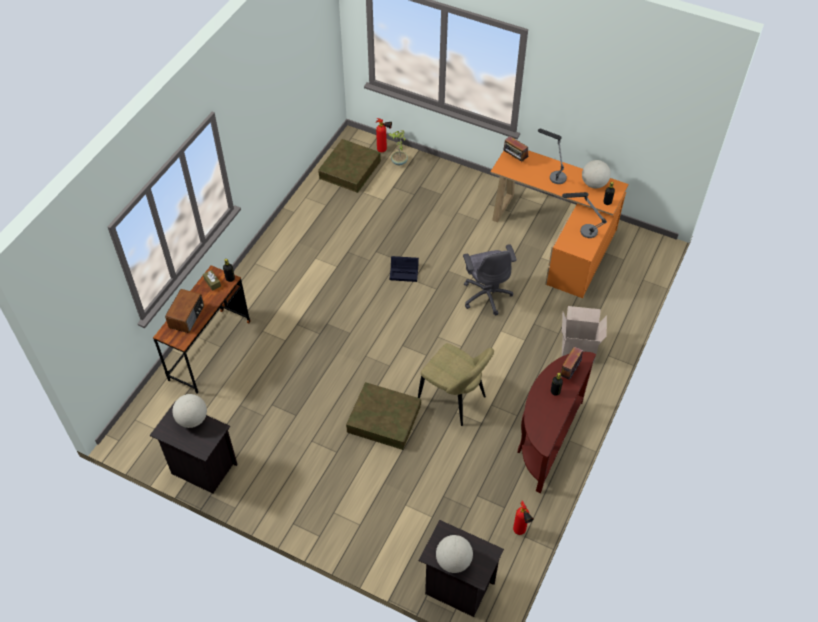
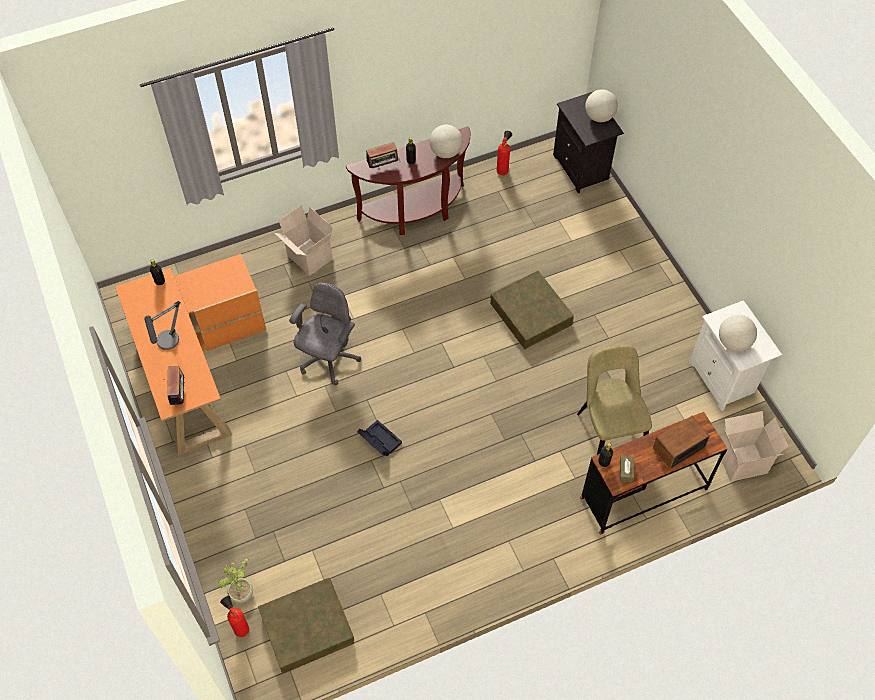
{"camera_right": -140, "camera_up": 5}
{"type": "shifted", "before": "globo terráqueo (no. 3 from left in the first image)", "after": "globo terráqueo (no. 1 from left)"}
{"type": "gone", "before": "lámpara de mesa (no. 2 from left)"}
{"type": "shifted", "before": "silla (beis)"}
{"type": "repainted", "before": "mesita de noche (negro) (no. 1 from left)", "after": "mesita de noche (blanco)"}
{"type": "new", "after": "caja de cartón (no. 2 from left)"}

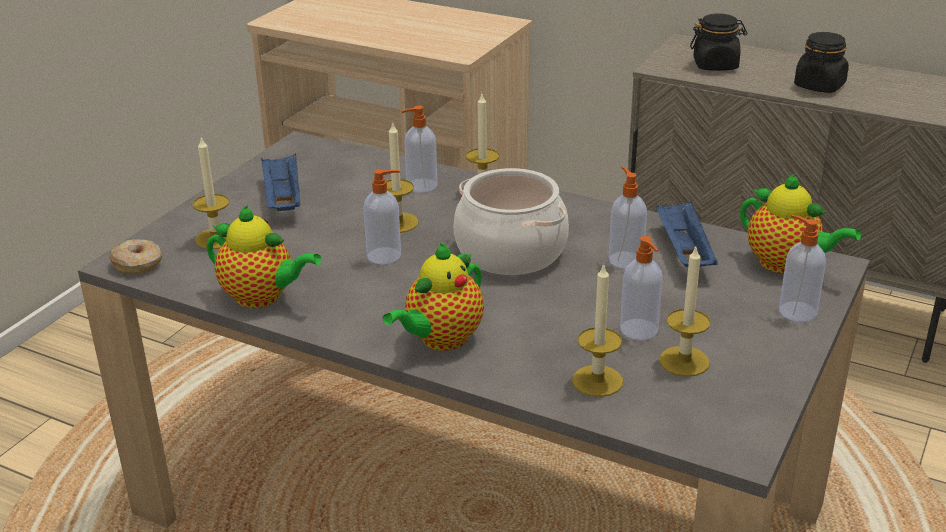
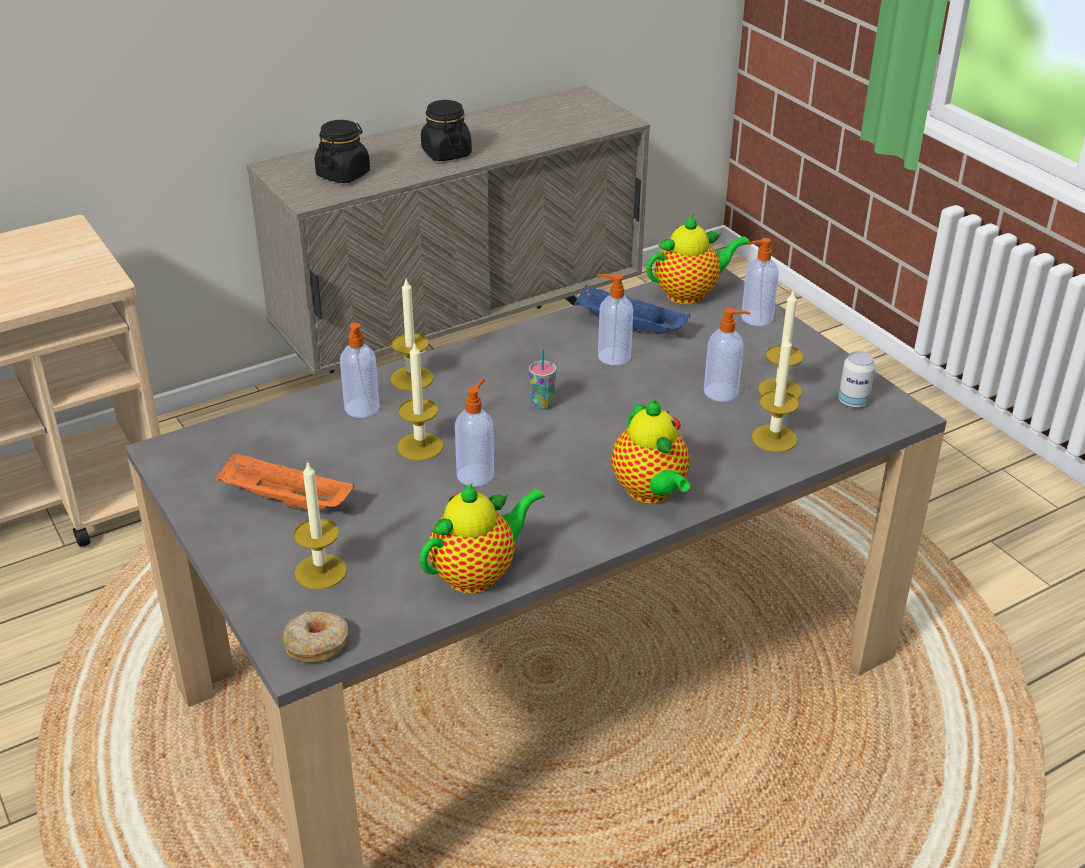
{"camera_right": -60, "camera_up": 5}
{"type": "repainted", "before": "bandeja (azul) (no. 1 from left)", "after": "bandeja (naranja)"}
{"type": "swapped", "before": "olla", "after": "taza"}
{"type": "new", "after": "lata"}

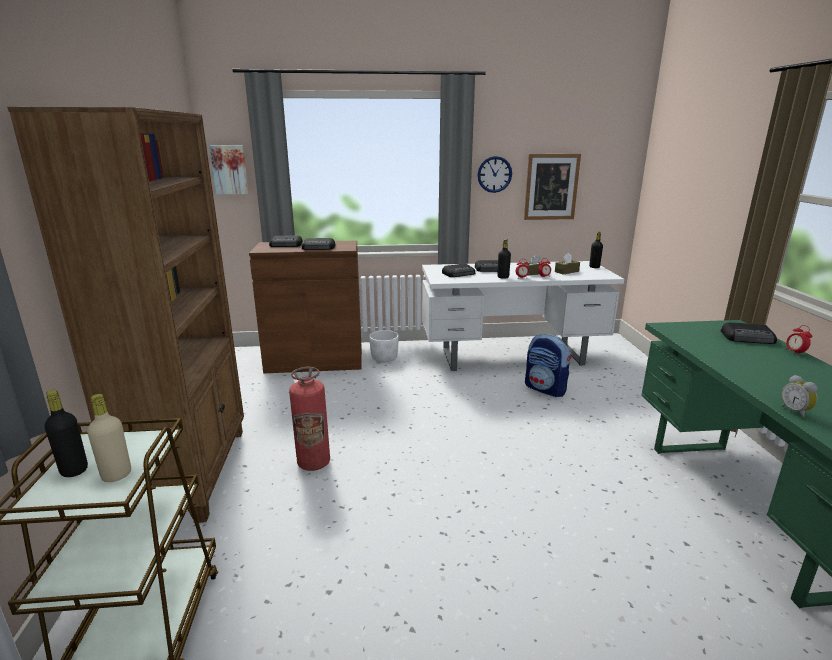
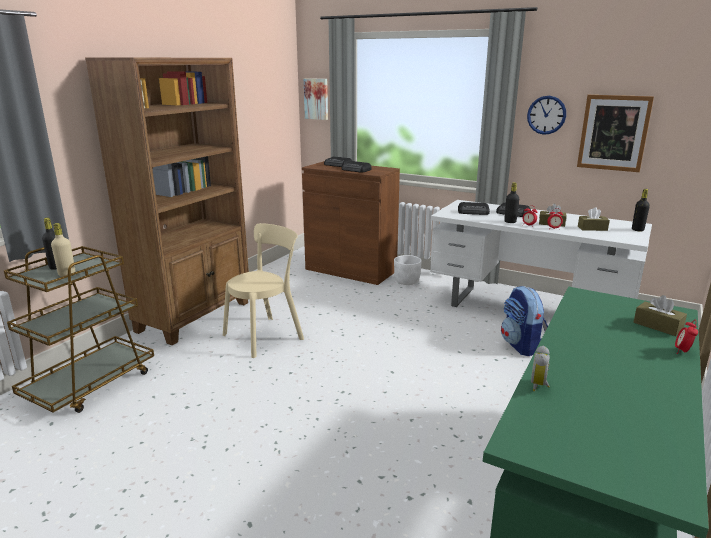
{"camera_right": 35, "camera_up": 0}
{"type": "swapped", "before": "radio (no. 5 from left)", "after": "caja de pañuelos (marrón) (no. 3 from left)"}
{"type": "swapped", "before": "extintor", "after": "silla (beis)"}

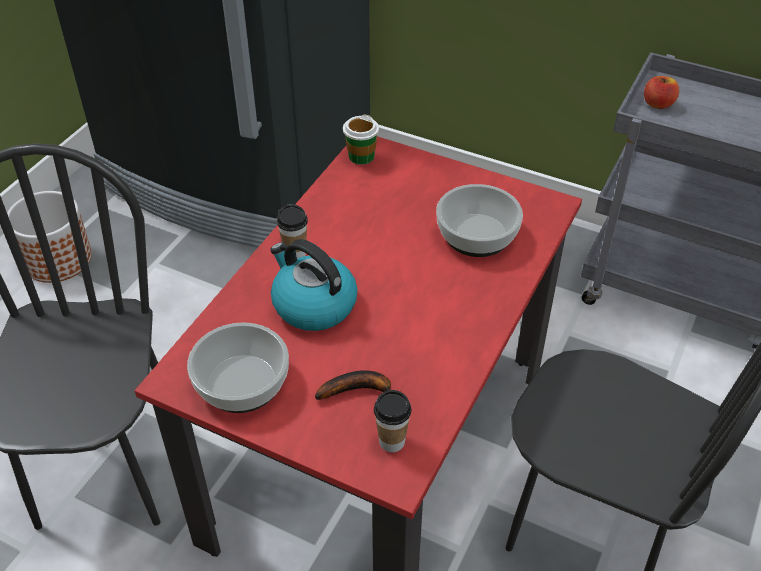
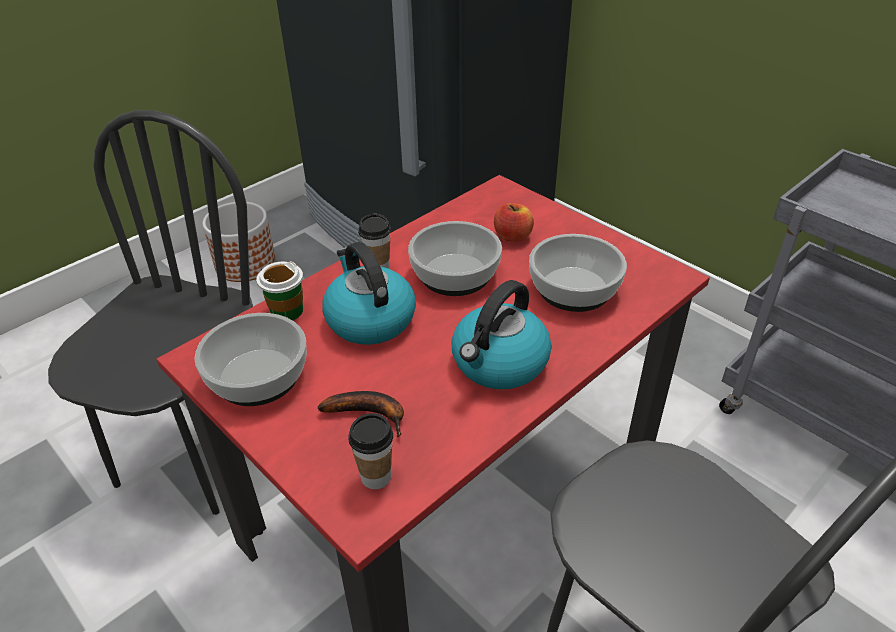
{"camera_right": 20, "camera_up": -5}
{"type": "shifted", "before": "manzana"}
{"type": "shifted", "before": "taza (no. 2 from left in the first image)", "after": "taza (no. 1 from left)"}
{"type": "new", "after": "cuenco (no. 2 from left)"}
{"type": "new", "after": "hervidor (no. 2 from left)"}

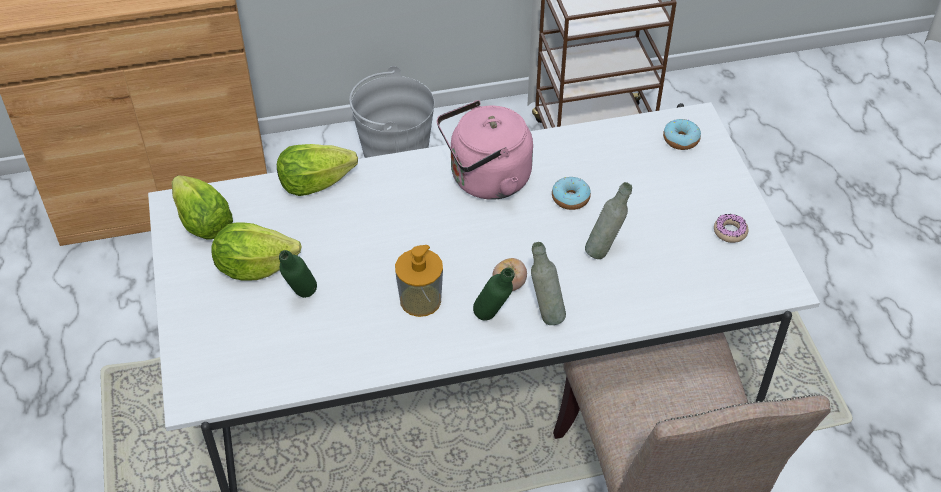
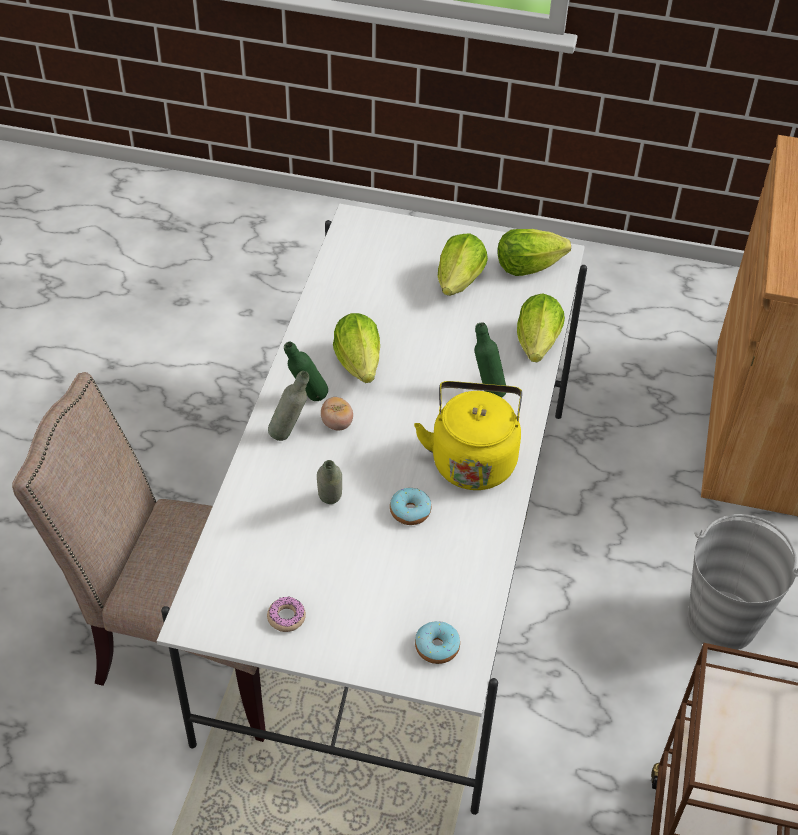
{"camera_right": 115, "camera_up": 0}
{"type": "repainted", "before": "hervidor (rosa)", "after": "hervidor (amarillo)"}
{"type": "swapped", "before": "dispensador de jabón", "after": "lechuga (no. 1 from left)"}
{"type": "shifted", "before": "botella (verde) (no. 1 from left in the first image)", "after": "botella (verde) (no. 2 from left)"}

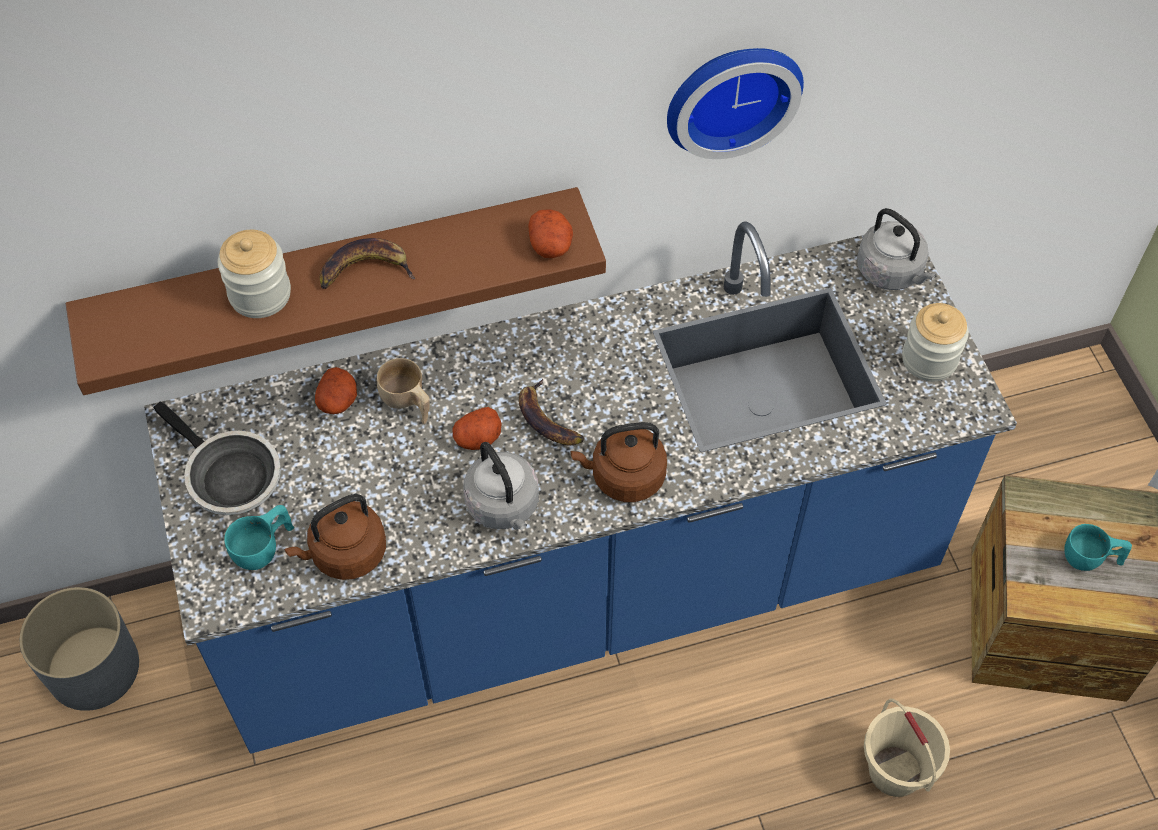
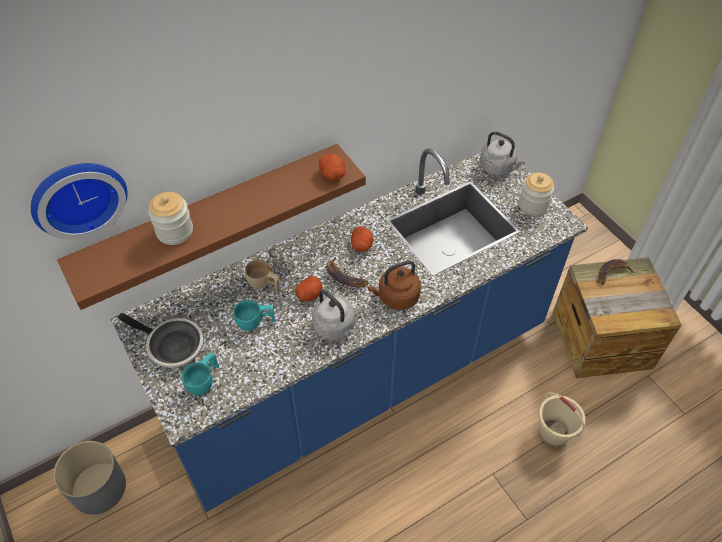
{"camera_right": -15, "camera_up": -5}
{"type": "shifted", "before": "reloj de pared"}
{"type": "shifted", "before": "plátano (no. 1 from left in the first image)", "after": "plátano (no. 2 from left)"}
{"type": "shifted", "before": "patata (no. 1 from left in the first image)", "after": "patata (no. 3 from left)"}
{"type": "gone", "before": "hervidor (marrón) (no. 1 from left)"}
{"type": "shifted", "before": "taza (turquesa) (no. 2 from left)"}

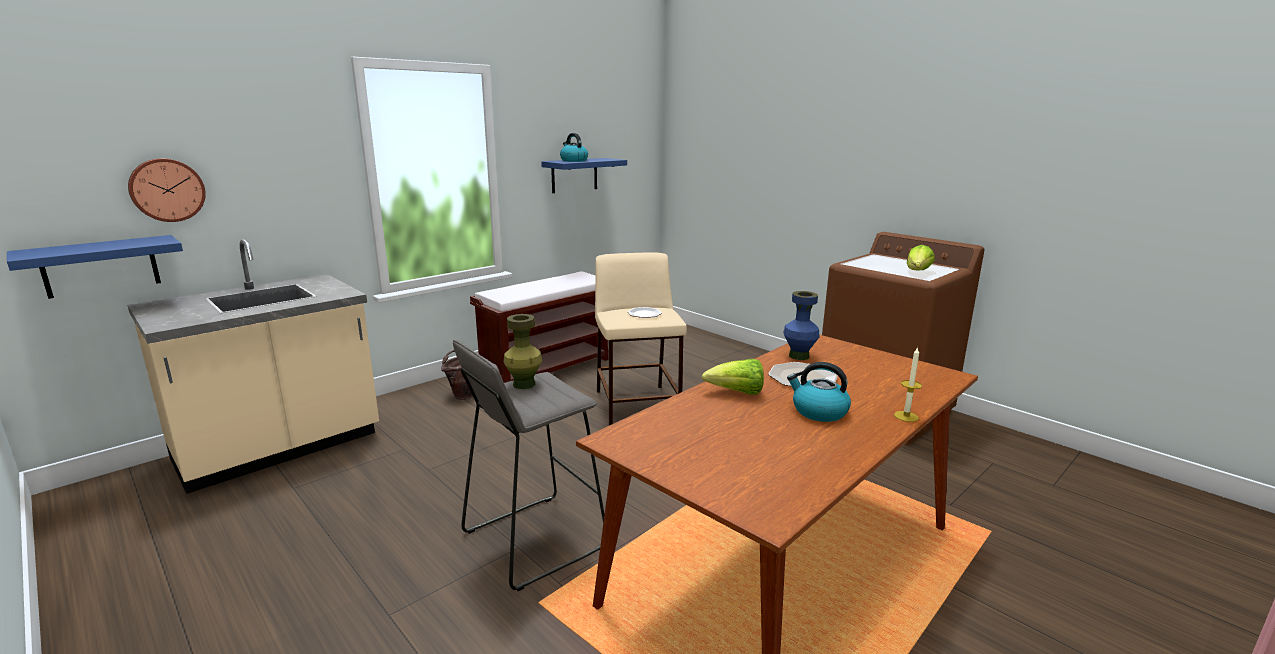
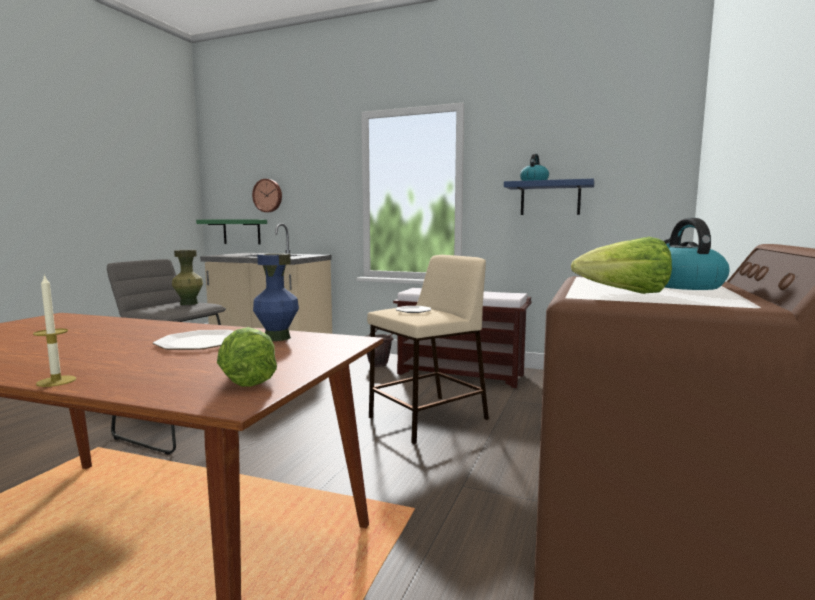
{"camera_right": 65, "camera_up": -10}
{"type": "repainted", "before": "estante (azul) (no. 1 from left)", "after": "estante (verde)"}
{"type": "shifted", "before": "lechuga (no. 1 from left)"}
{"type": "shifted", "before": "hervidor (no. 2 from left)"}

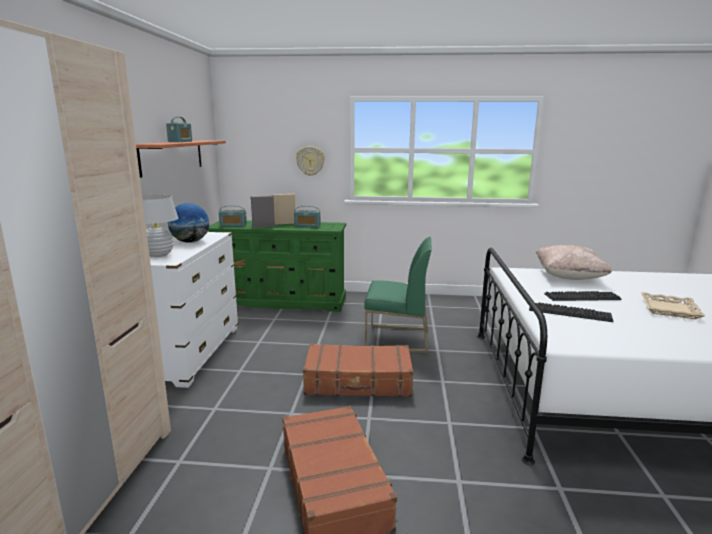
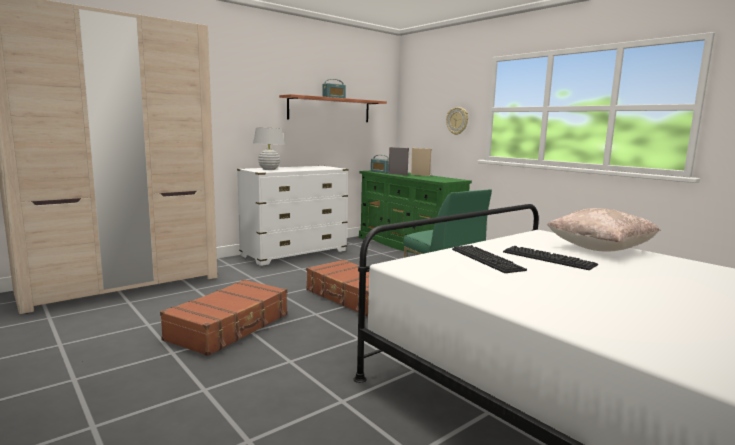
{"camera_right": 45, "camera_up": -5}
{"type": "gone", "before": "globo terráqueo"}
{"type": "gone", "before": "radio (no. 3 from left)"}
{"type": "gone", "before": "bandeja (beis)"}

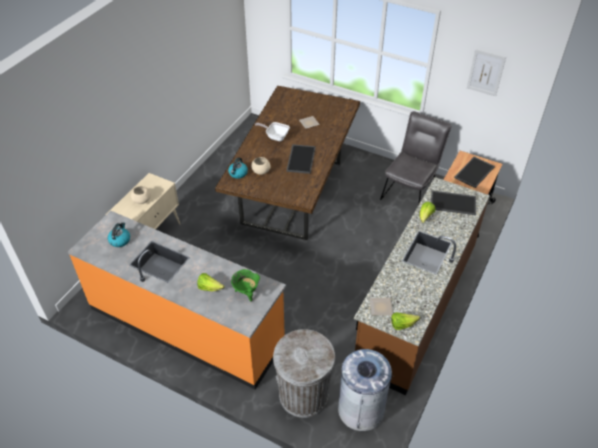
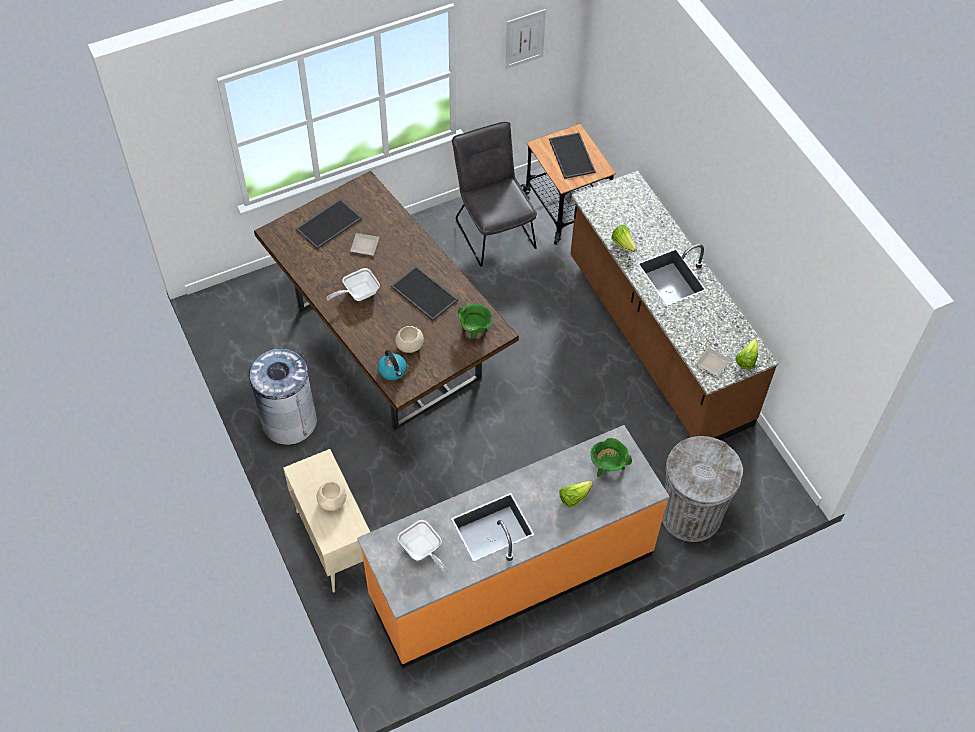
{"camera_right": -55, "camera_up": 10}
{"type": "shifted", "before": "bandeja (no. 2 from left in the first image)", "after": "bandeja (no. 1 from left)"}
{"type": "swapped", "before": "hervidor (no. 1 from left)", "after": "sartén (no. 2 from left)"}
{"type": "shifted", "before": "papelera (gris) (no. 2 from left in the first image)", "after": "papelera (gris) (no. 1 from left)"}
{"type": "new", "after": "olla (verde) (no. 1 from left)"}

